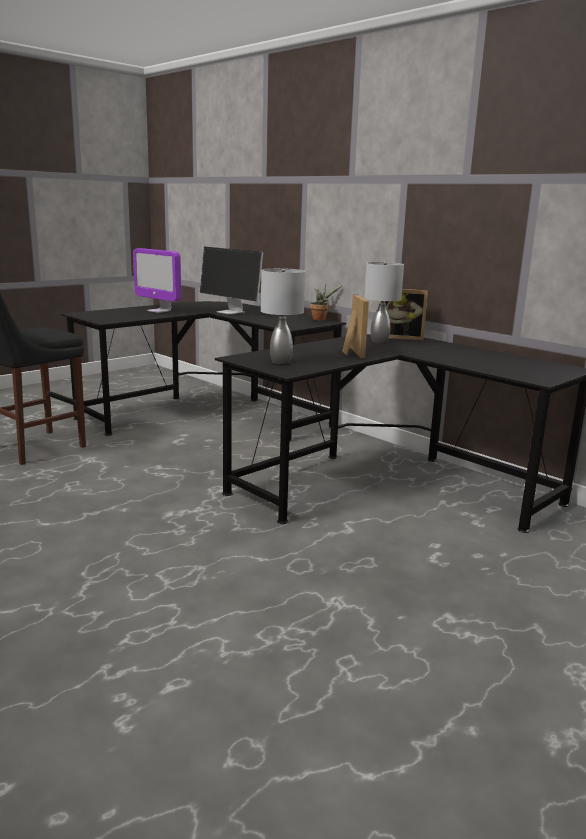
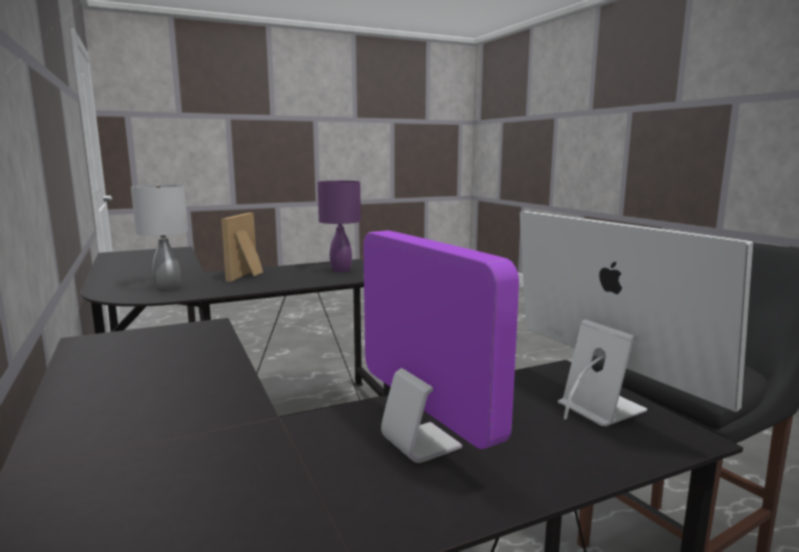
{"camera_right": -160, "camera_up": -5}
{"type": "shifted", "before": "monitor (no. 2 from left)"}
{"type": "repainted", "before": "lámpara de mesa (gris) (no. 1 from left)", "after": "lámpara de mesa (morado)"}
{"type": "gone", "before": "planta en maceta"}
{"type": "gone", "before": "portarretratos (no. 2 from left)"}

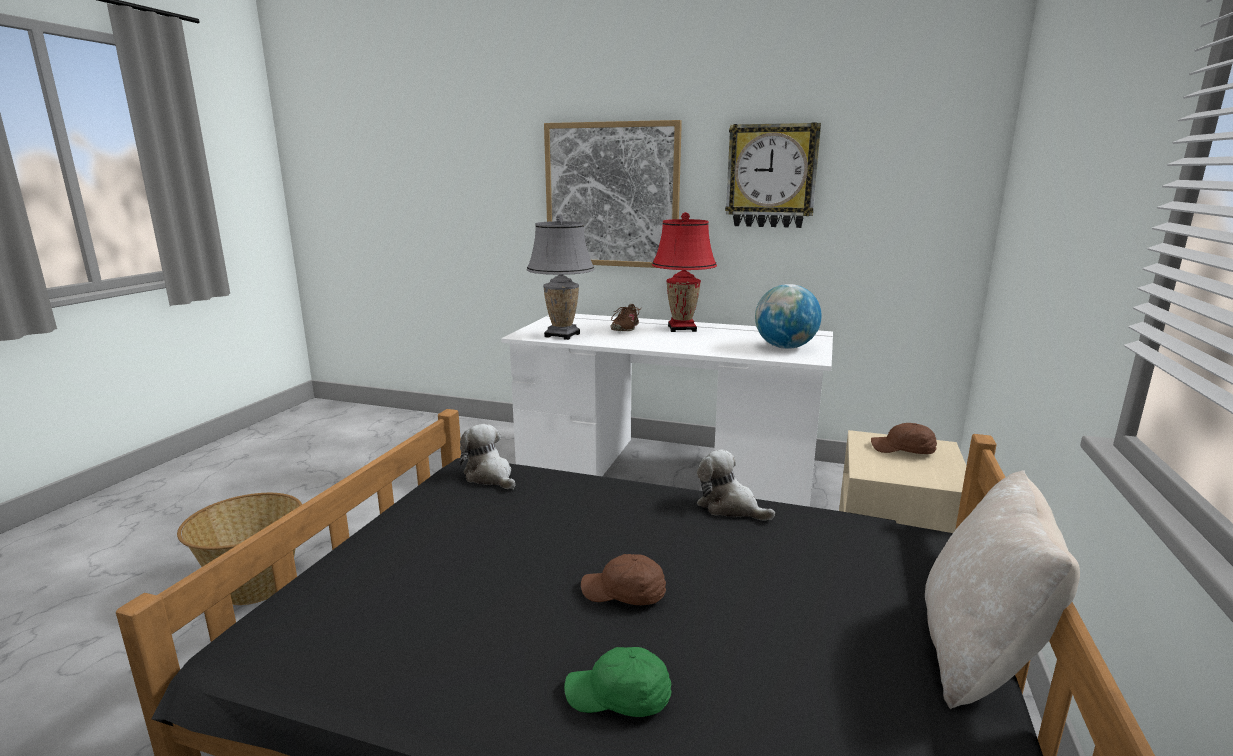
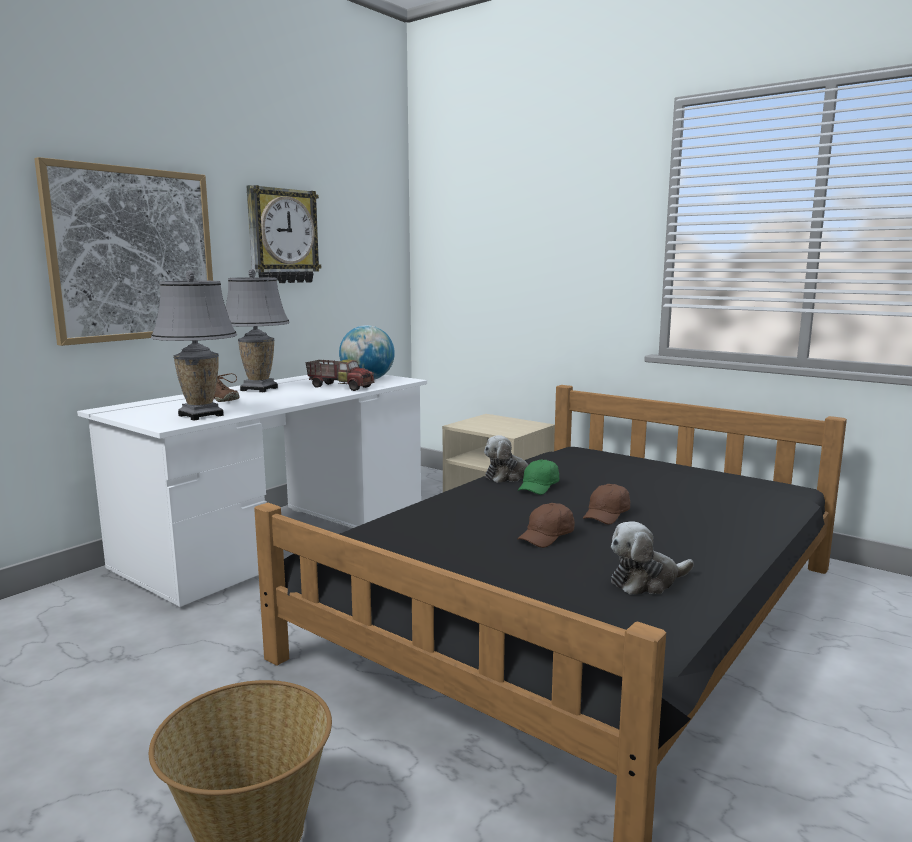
{"camera_right": -70, "camera_up": -5}
{"type": "repainted", "before": "lámpara de mesa (rojo)", "after": "lámpara de mesa (gris) (no. 2 from left)"}
{"type": "shifted", "before": "gorra (marrón) (no. 2 from left in the first image)", "after": "gorra (marrón) (no. 1 from left)"}
{"type": "shifted", "before": "peluche (no. 1 from left in the first image)", "after": "peluche (no. 2 from left)"}
{"type": "gone", "before": "cojín (beis)"}
{"type": "shifted", "before": "gorra (verde)"}
{"type": "new", "after": "camión de juguete"}

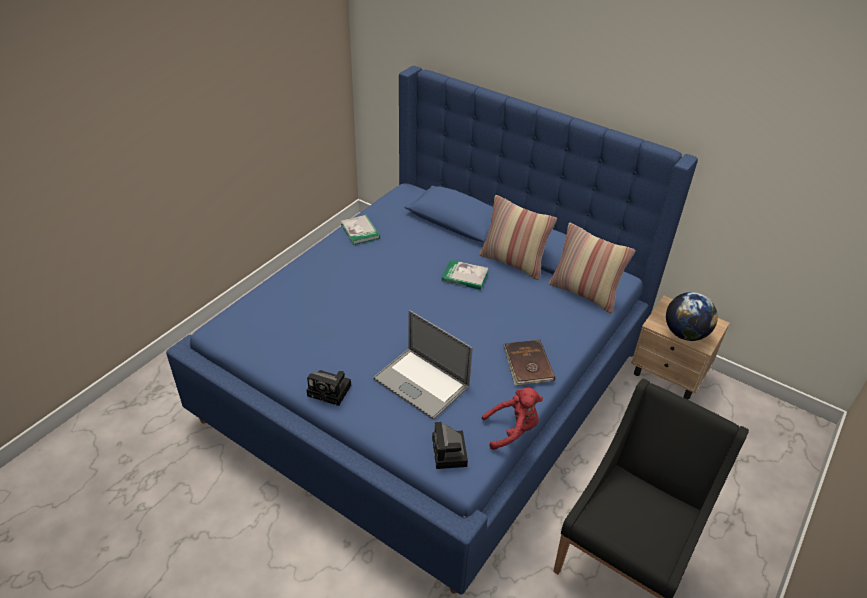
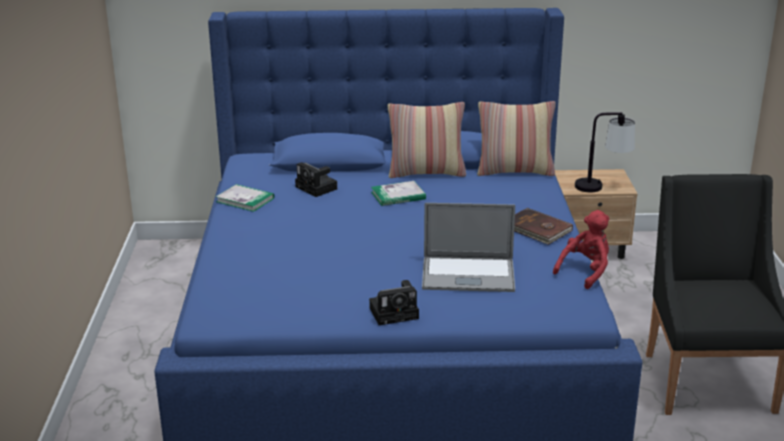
{"camera_right": -35, "camera_up": -15}
{"type": "swapped", "before": "globo terráqueo", "after": "lámpara de mesa"}
{"type": "shifted", "before": "cámara (no. 2 from left in the first image)", "after": "cámara (no. 1 from left)"}

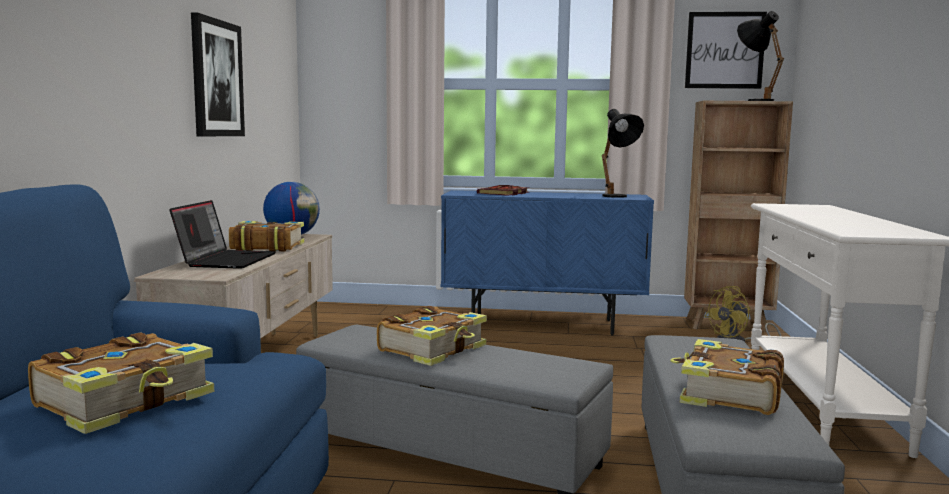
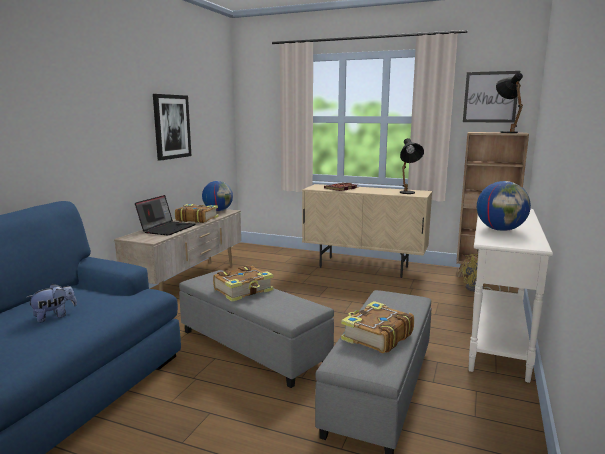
{"camera_right": 15, "camera_up": 5}
{"type": "repainted", "before": "armario (azul)", "after": "armario (beis)"}
{"type": "swapped", "before": "libro (no. 1 from left)", "after": "peluche"}
{"type": "new", "after": "globo terráqueo (no. 2 from left)"}

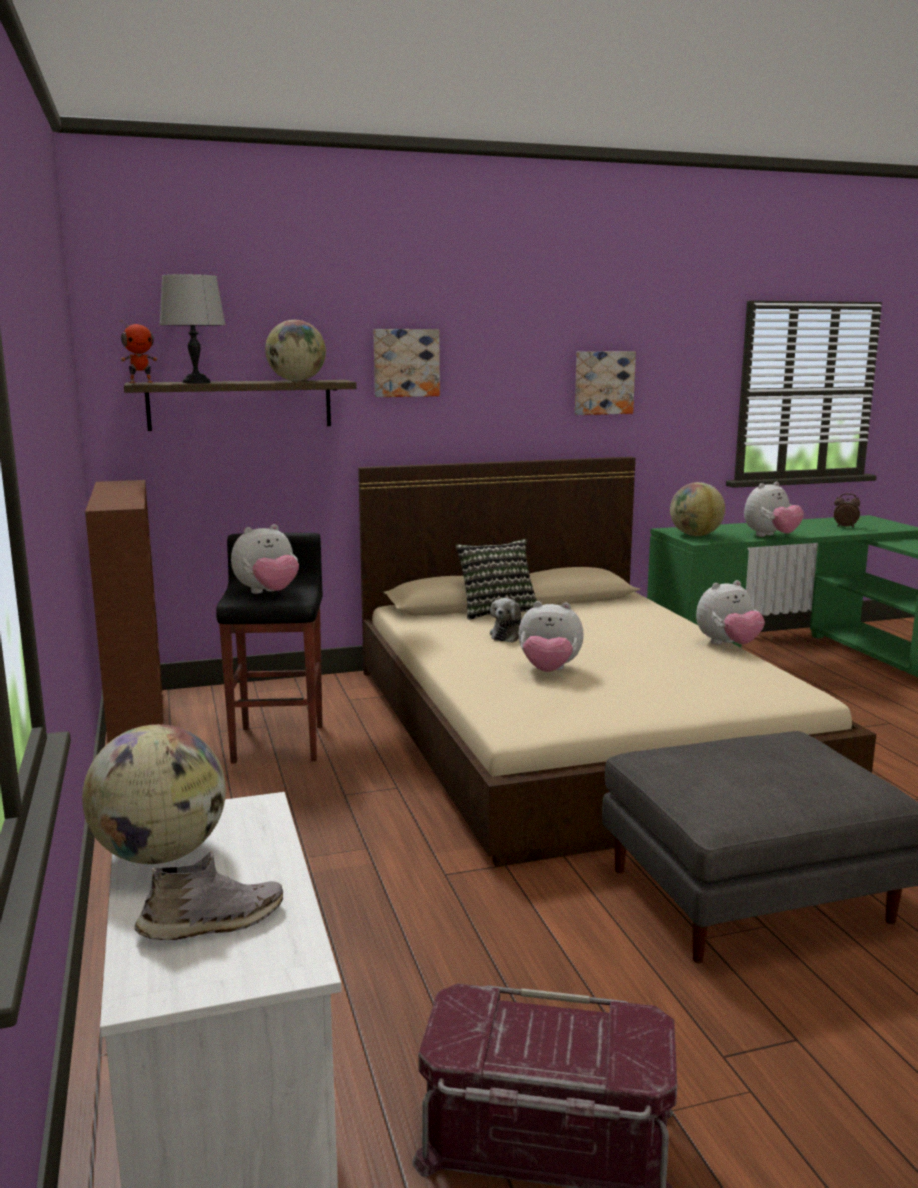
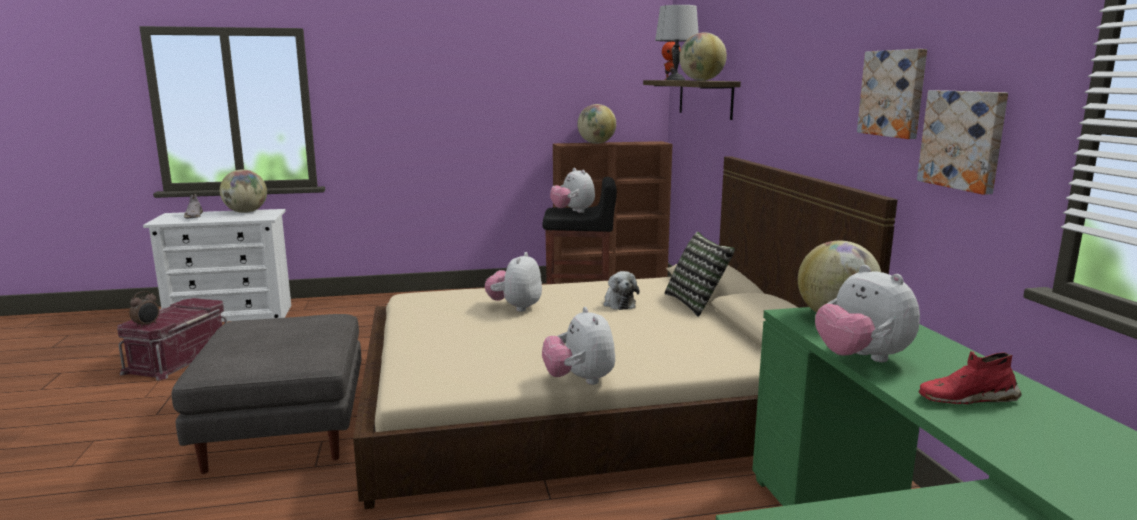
{"camera_right": 95, "camera_up": 0}
{"type": "shifted", "before": "cuadro (no. 1 from left in the first image)", "after": "cuadro (no. 2 from left)"}
{"type": "shifted", "before": "despertador"}
{"type": "rotated", "before": "peluche (no. 2 from left in the first image)", "turn": -135}
{"type": "new", "after": "globo terráqueo (no. 2 from left)"}
{"type": "new", "after": "zapato (rojo)"}

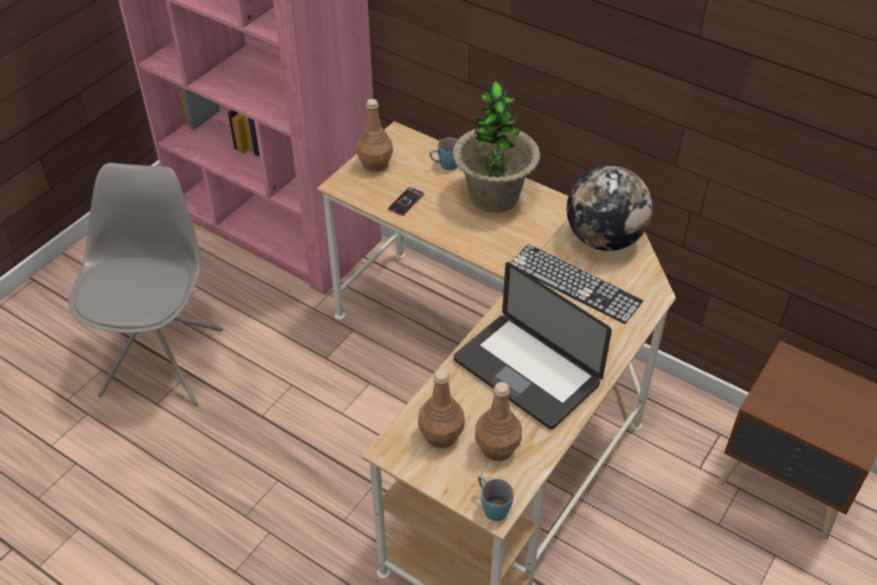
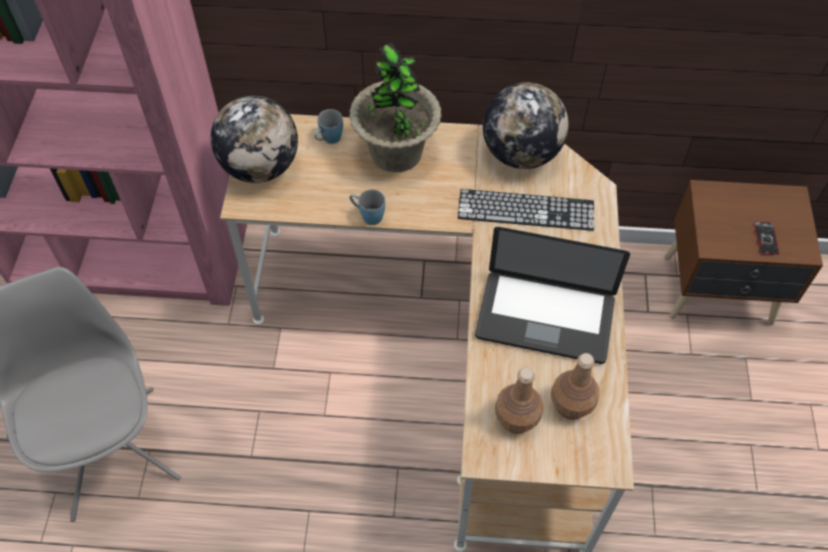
{"camera_right": -30, "camera_up": 10}
{"type": "swapped", "before": "botella (marrón) (no. 1 from left)", "after": "globo terráqueo (no. 1 from left)"}
{"type": "shifted", "before": "móvil"}
{"type": "shifted", "before": "taza grande (azul) (no. 2 from left)"}

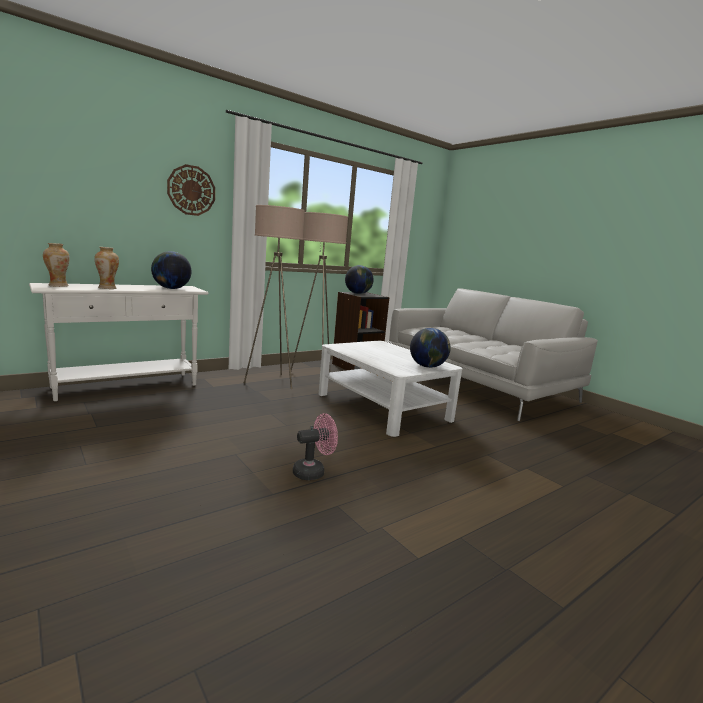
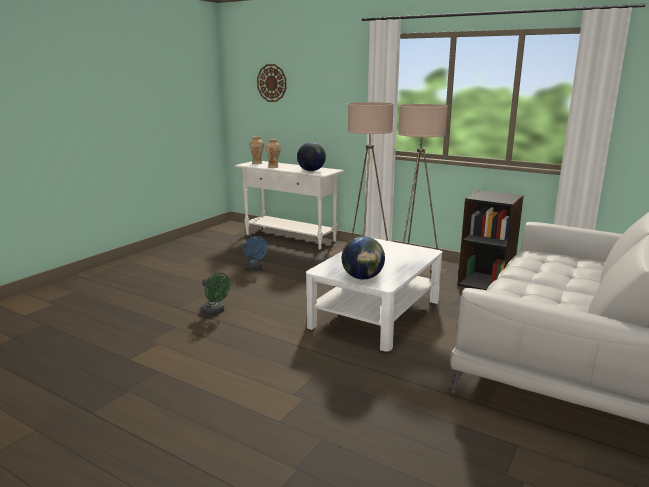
{"camera_right": 70, "camera_up": 5}
{"type": "shifted", "before": "reloj de pared"}
{"type": "gone", "before": "globo terráqueo (no. 2 from left)"}
{"type": "repainted", "before": "ventilador (rosa)", "after": "ventilador (verde)"}
{"type": "new", "after": "ventilador (azul)"}

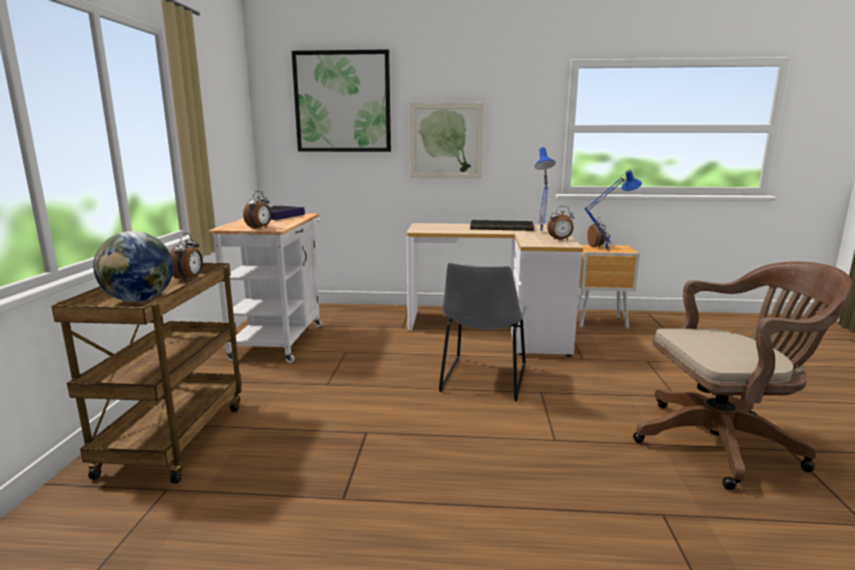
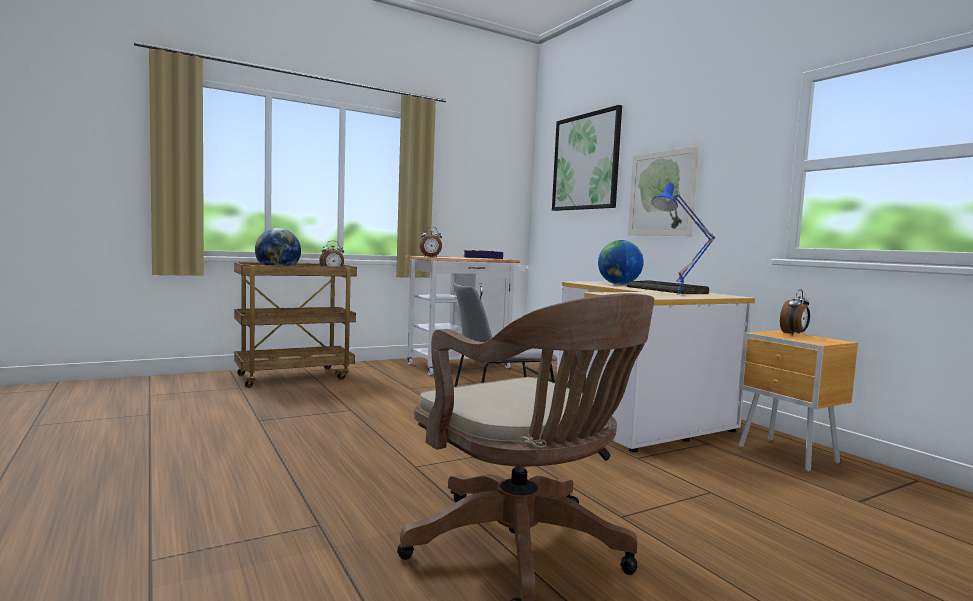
{"camera_right": 55, "camera_up": -10}
{"type": "gone", "before": "lámpara de mesa (azul) (no. 2 from left)"}
{"type": "gone", "before": "despertador (no. 3 from left)"}
{"type": "new", "after": "globo terráqueo (no. 2 from left)"}

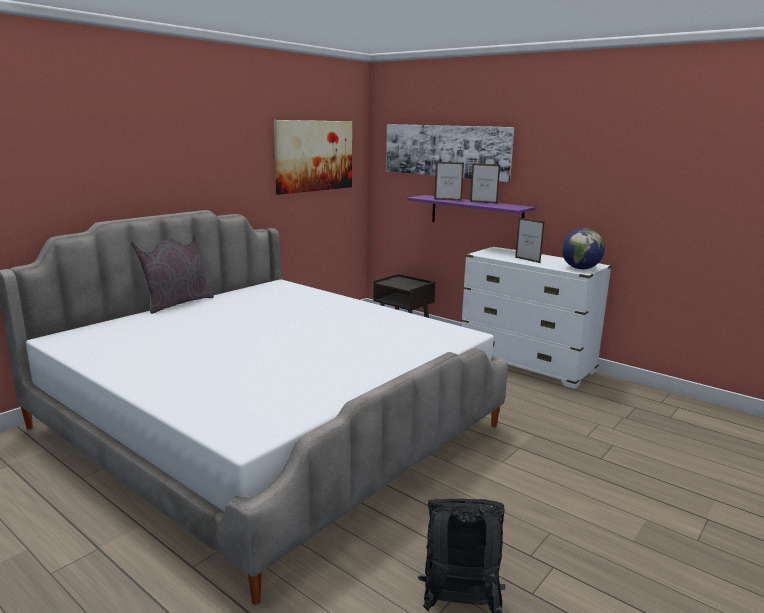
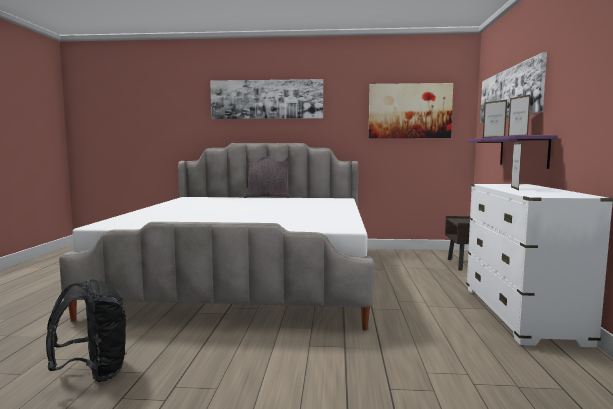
{"camera_right": 55, "camera_up": -10}
{"type": "gone", "before": "globo terráqueo"}
{"type": "new", "after": "cuadro (no. 1 from left)"}

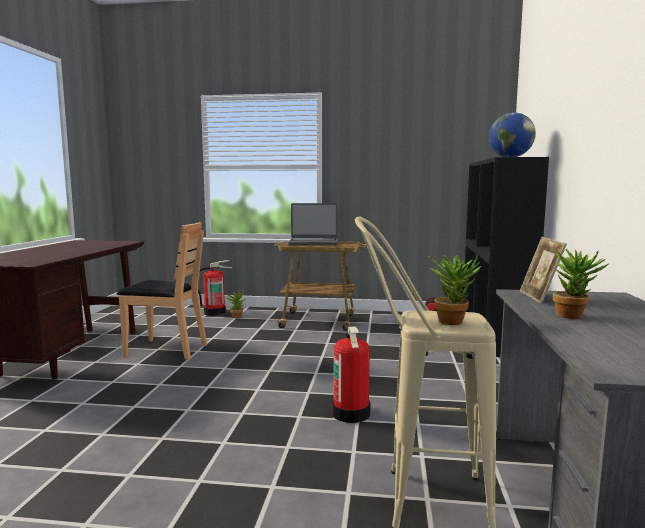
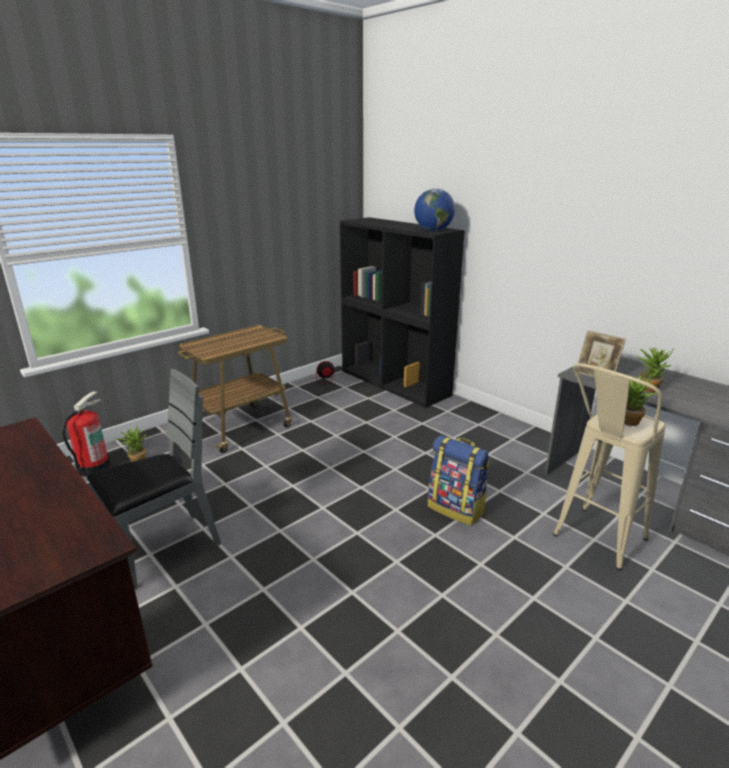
{"camera_right": -50, "camera_up": 15}
{"type": "gone", "before": "portátil"}
{"type": "repainted", "before": "silla (marrón)", "after": "silla (gris)"}
{"type": "swapped", "before": "extintor (no. 2 from left)", "after": "mochila"}

